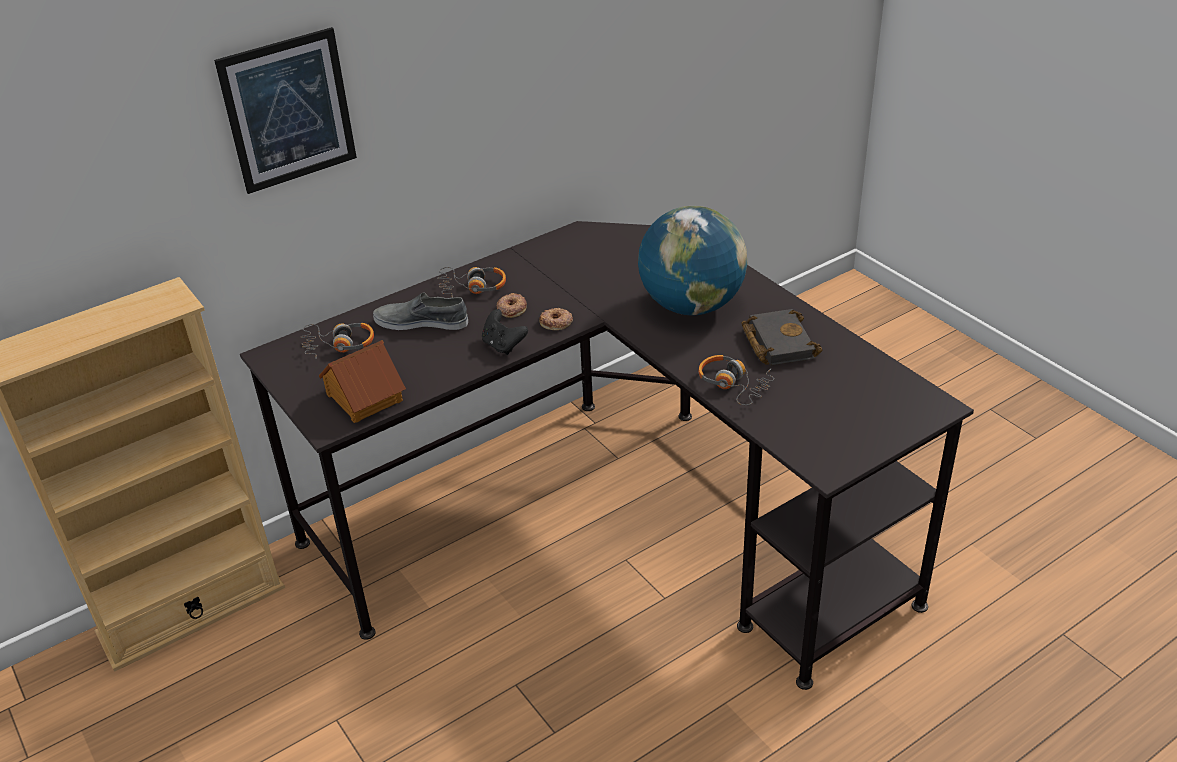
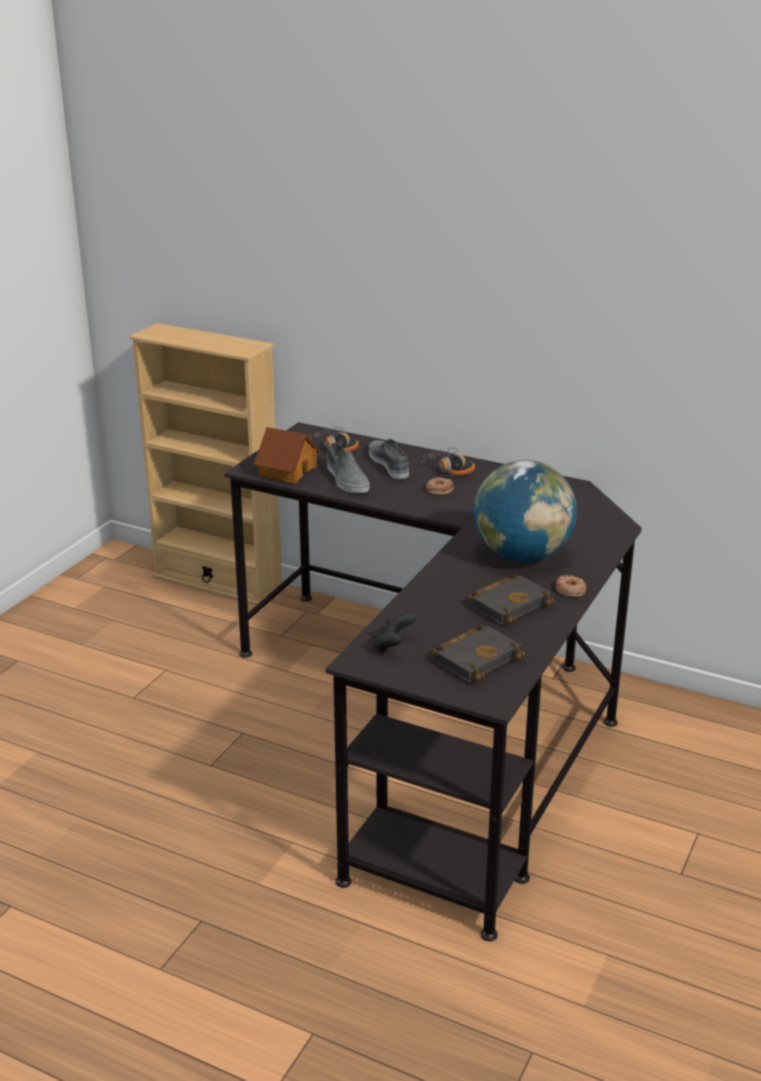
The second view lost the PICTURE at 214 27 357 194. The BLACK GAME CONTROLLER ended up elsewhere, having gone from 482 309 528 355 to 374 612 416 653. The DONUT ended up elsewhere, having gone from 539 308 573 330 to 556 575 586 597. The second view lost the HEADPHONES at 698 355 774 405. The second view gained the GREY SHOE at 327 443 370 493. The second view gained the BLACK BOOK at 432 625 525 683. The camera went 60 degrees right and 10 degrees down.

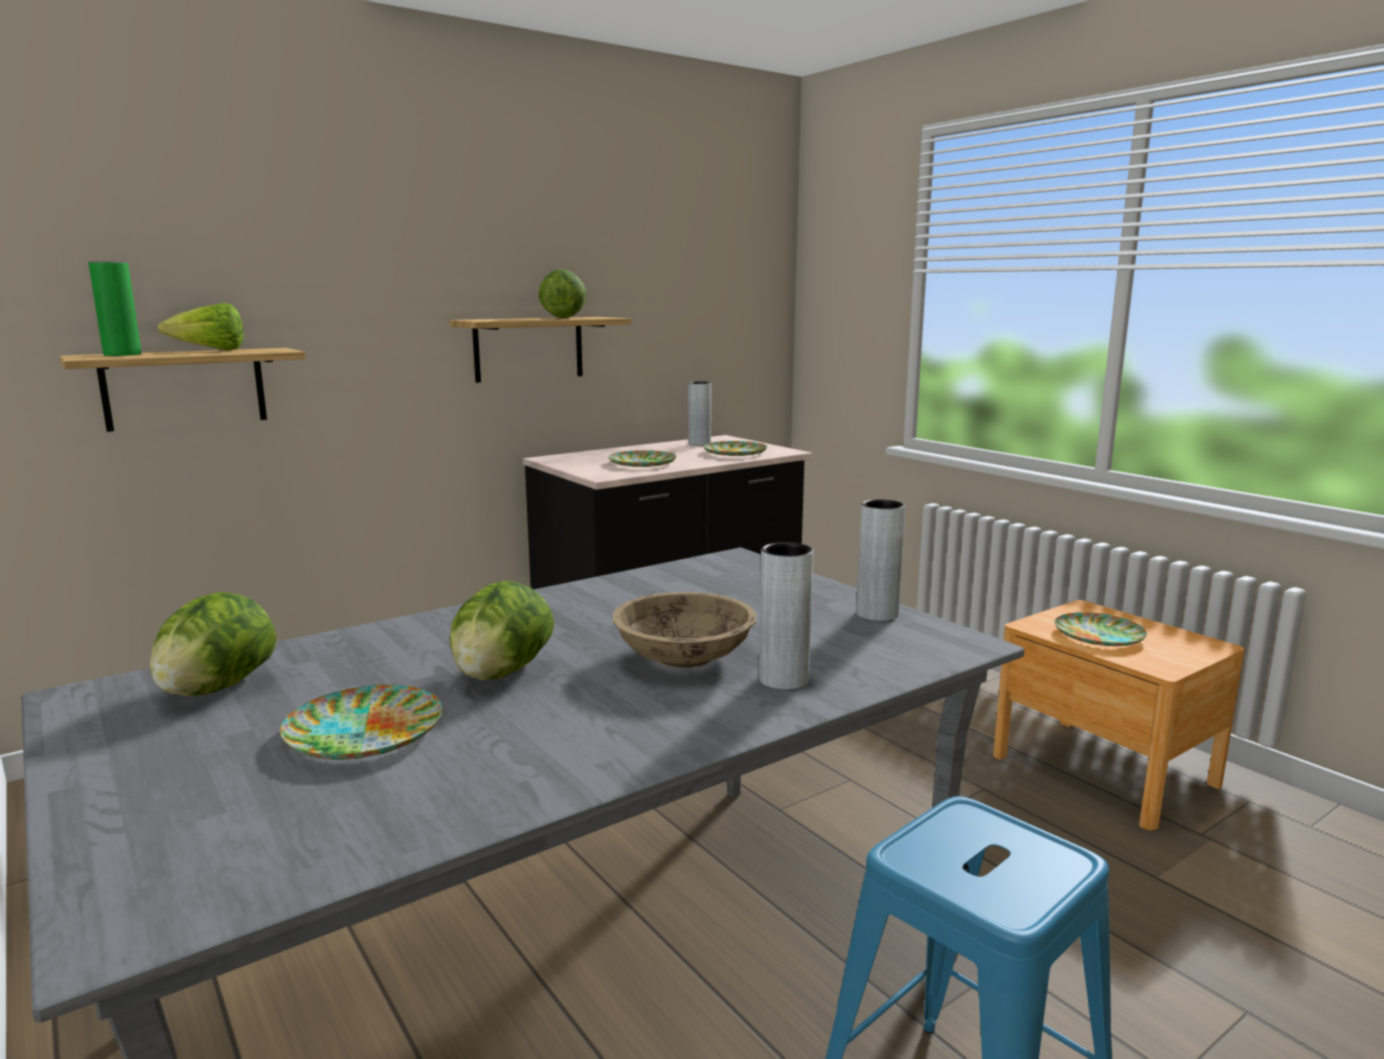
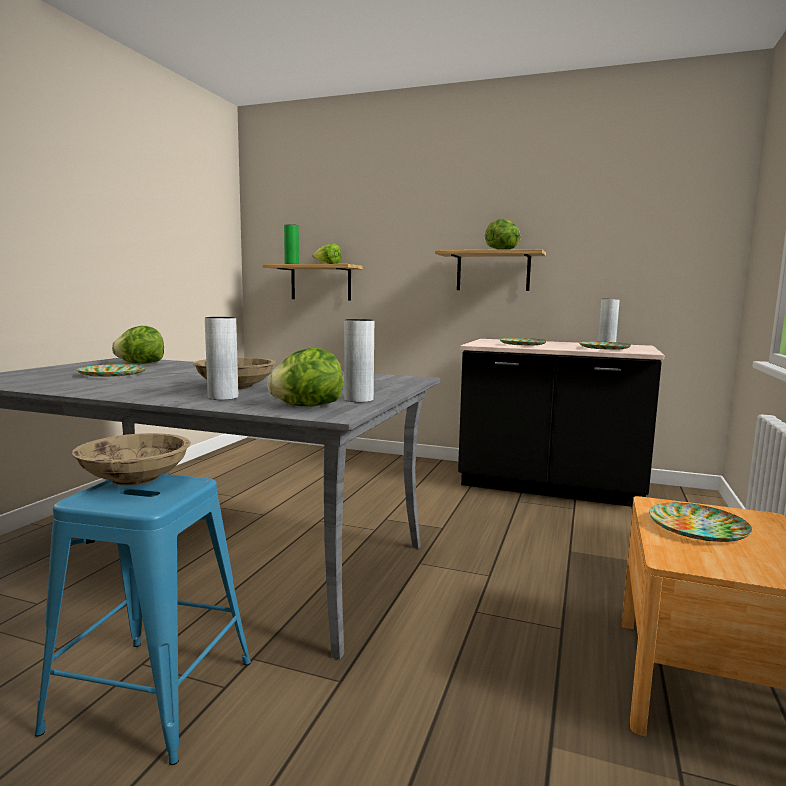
The LETTUCE ended up elsewhere, having gone from 449 581 554 680 to 267 348 343 407. The second view gained the BEIGE BOWL at 72 433 190 486. The camera went 55 degrees right and 5 degrees down.

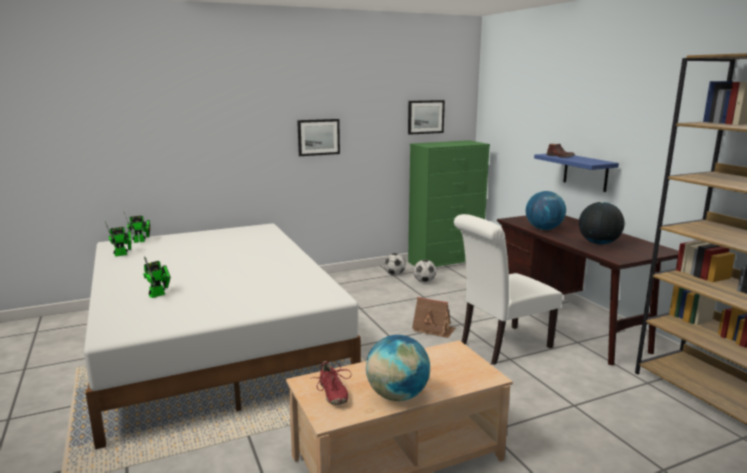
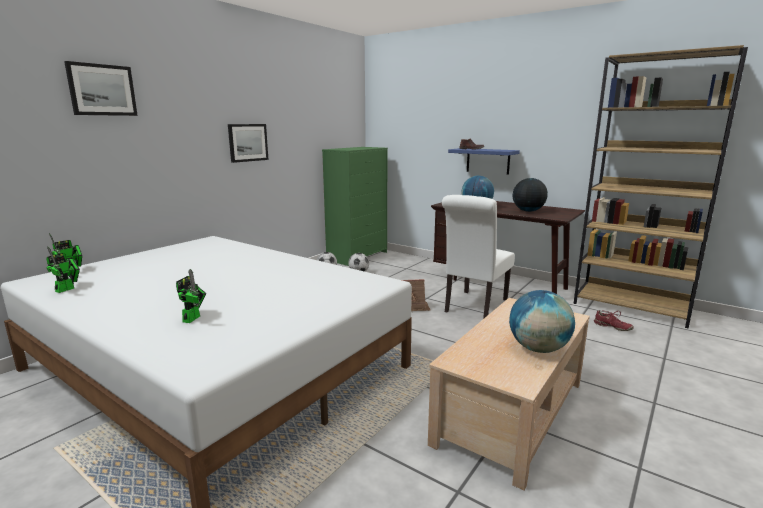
The RED SHOE ended up elsewhere, having gone from 310 361 351 405 to 594 310 634 331. The PICTURE ended up elsewhere, having gone from 408 100 445 135 to 64 61 138 116. The camera went 30 degrees left and 0 degrees up.

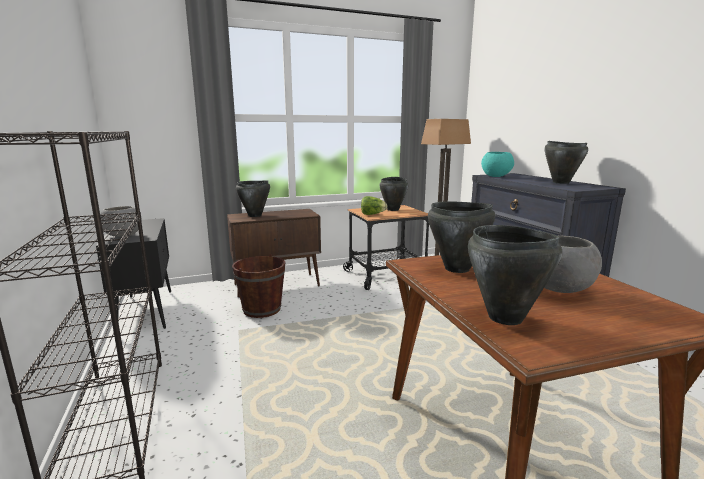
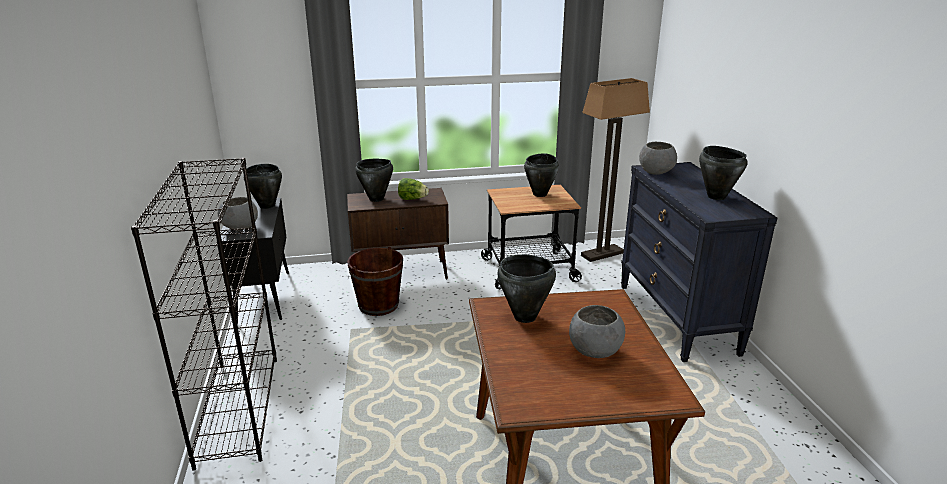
The LETTUCE ended up elsewhere, having gone from 361 196 387 215 to 398 178 429 200. The BLACK COOKING POT ended up elsewhere, having gone from 468 225 562 325 to 244 164 282 209. What was the TURQUOISE BOWL at 481 152 514 177 turned into the GREY BOWL at 639 142 677 175. The camera went 10 degrees right and 10 degrees up.

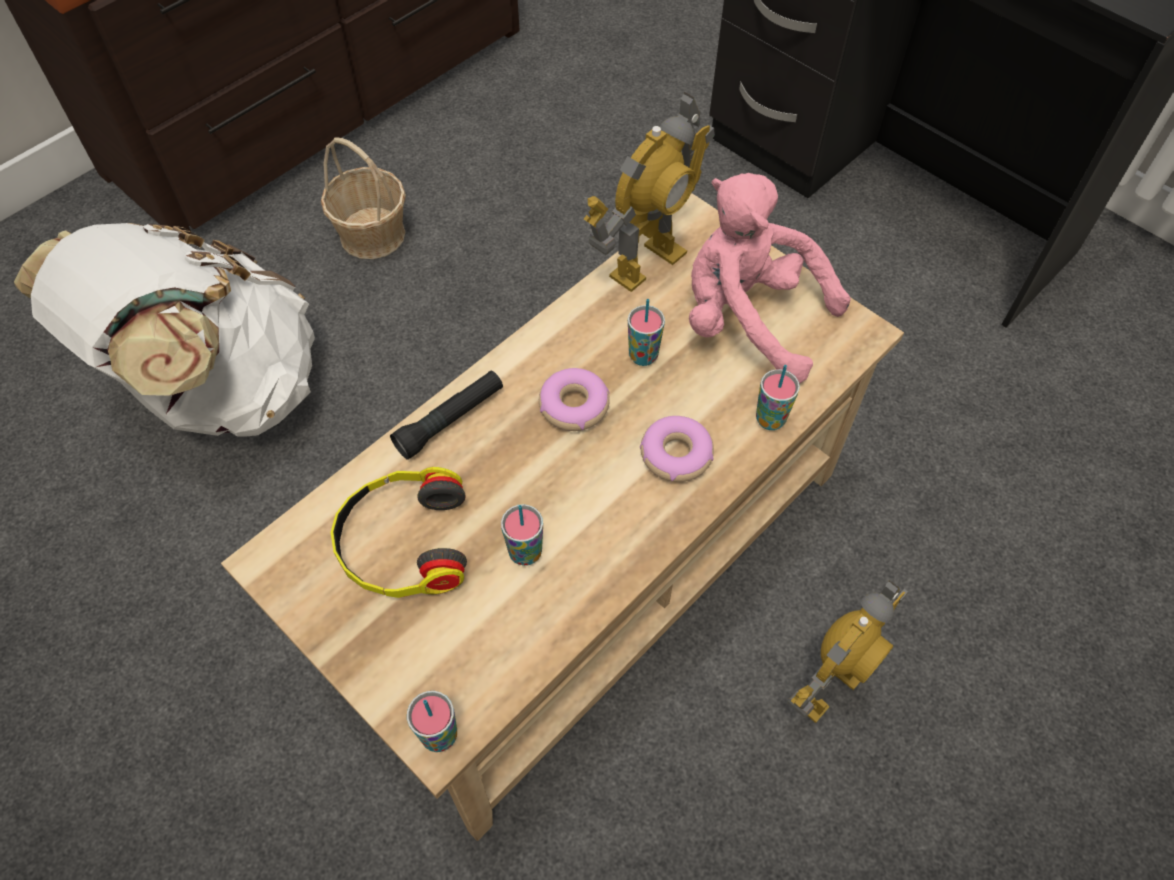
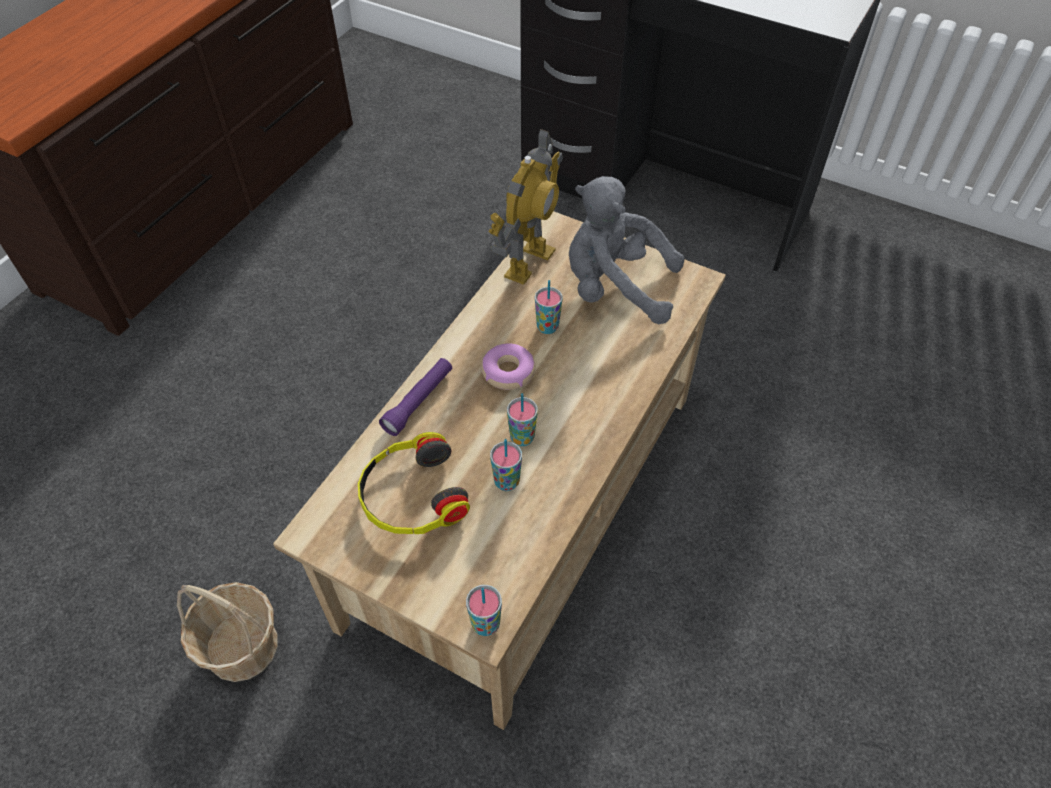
The second view lost the WHITE BACKPACK at 14 223 315 437. The BASKET ended up elsewhere, having gone from 321 137 406 259 to 177 582 278 682. What was the BLACK FLASHLIGHT at 390 370 503 460 turned into the PURPLE FLASHLIGHT at 379 358 452 436. The second view lost the DONUT at 640 416 714 482. What was the PINK PLUSH TOY at 689 173 851 384 turned into the GREY PLUSH TOY at 569 176 684 324. The CUP ended up elsewhere, having gone from 756 365 800 430 to 507 393 538 446. The second view lost the TOY ROBOT at 787 581 908 723. The camera went 15 degrees left and 5 degrees down.

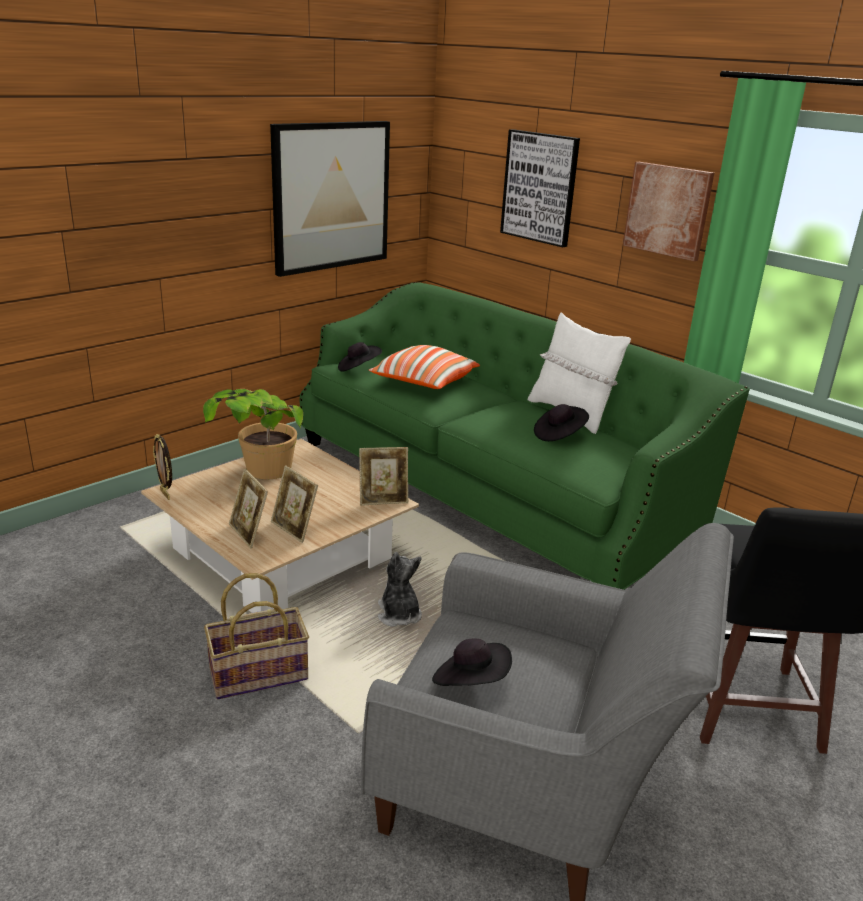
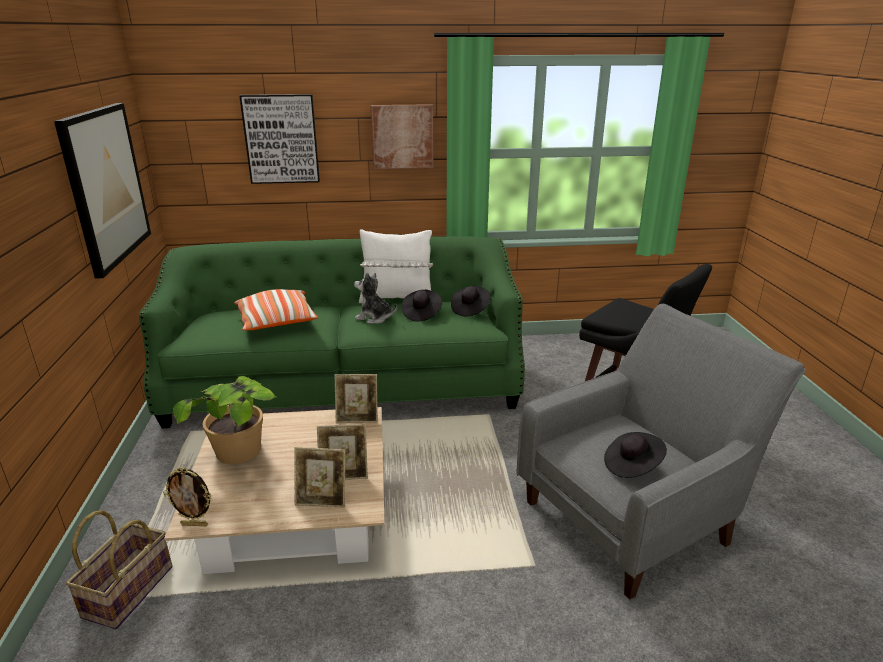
The BASKET ended up elsewhere, having gone from 204 573 309 699 to 66 510 173 629. The BLACK HAT ended up elsewhere, having gone from 338 342 382 371 to 451 286 491 316. The PICTURE FRAME at 359 447 408 506 ended up facing another way, 60 degrees clockwise from before. The PLUSH TOY ended up elsewhere, having gone from 378 552 422 627 to 354 273 397 324. The camera went 50 degrees left and 0 degrees up.

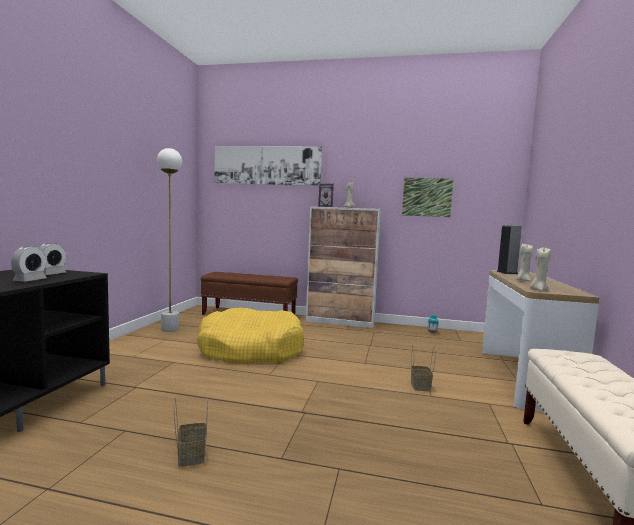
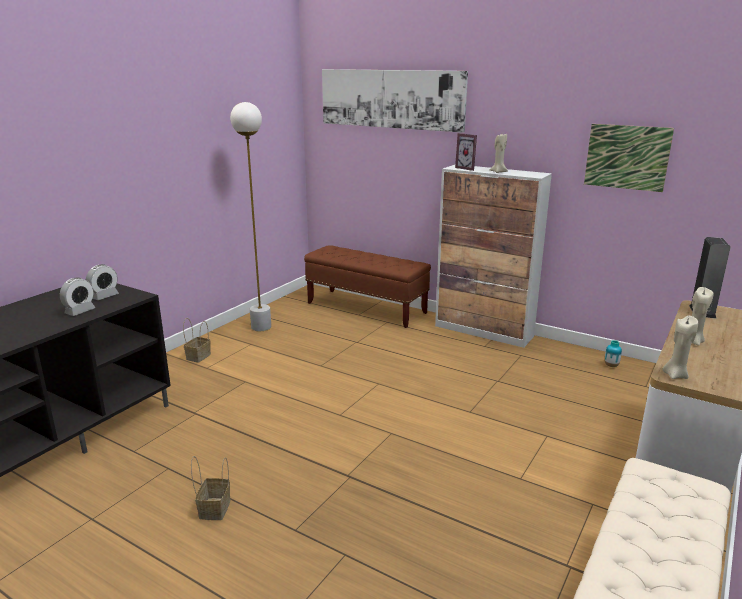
The second view lost the YELLOW DOG BED at 197 307 304 363. The BASKET ended up elsewhere, having gone from 411 345 436 391 to 183 318 211 362. The camera went 20 degrees right and 15 degrees up.

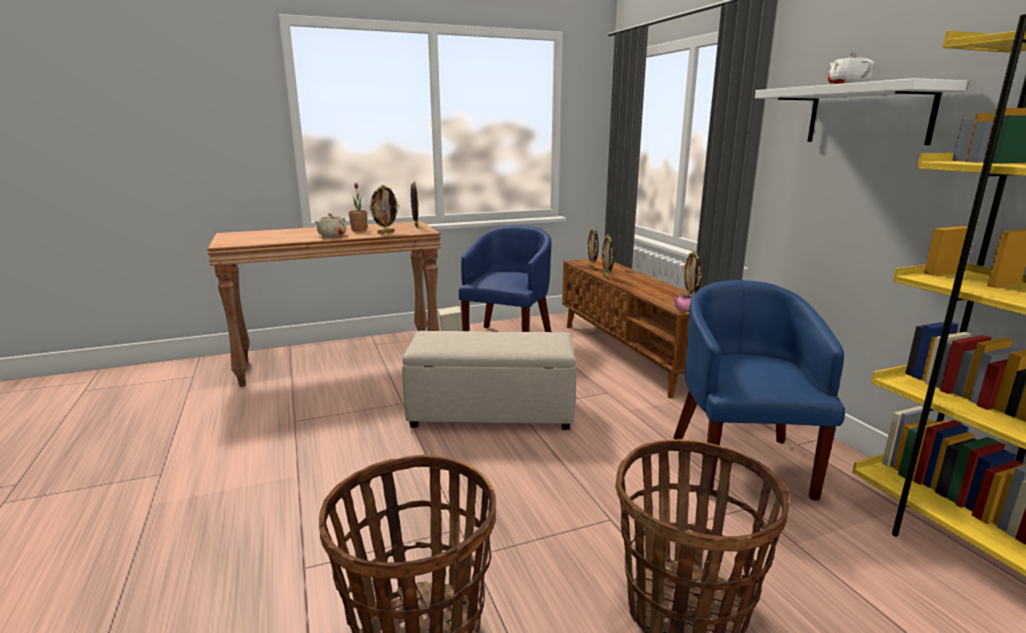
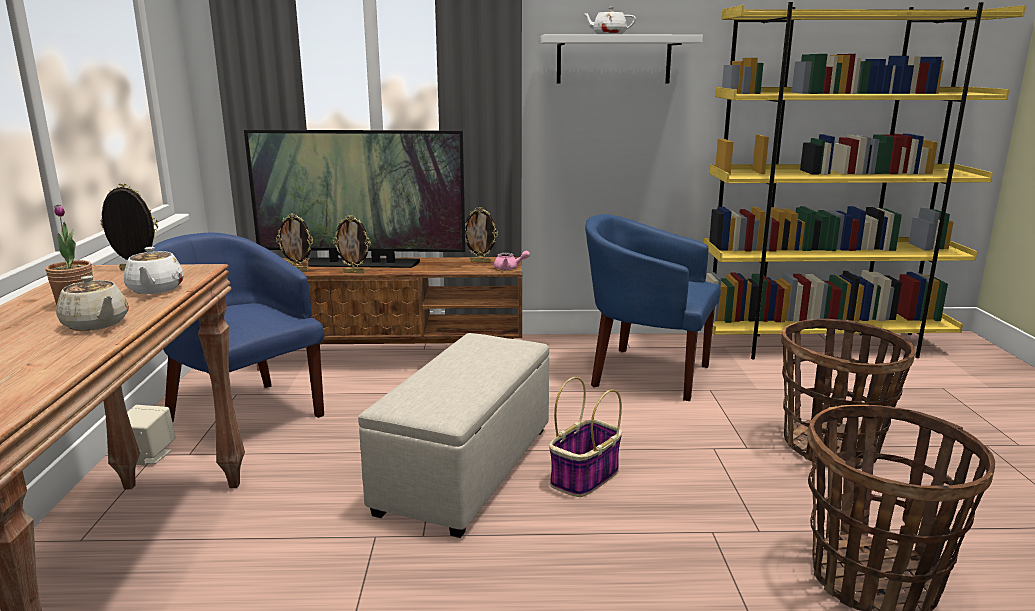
Where the PICTURE FRAME stood at 370 185 399 234, the WHITE TEAPOT came to stand at 124 247 184 294. The second view gained the TELEVISION at 244 130 466 268. The second view gained the BASKET at 549 377 622 497. The camera went 70 degrees left and 0 degrees up.

